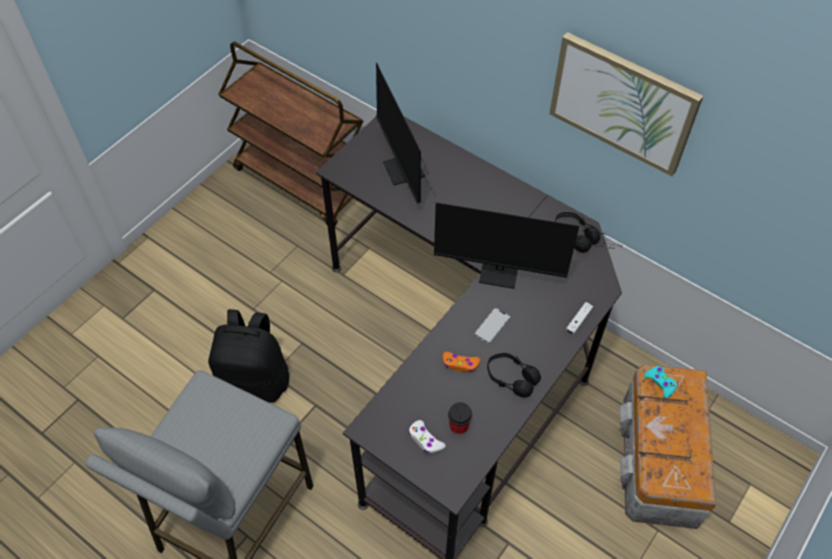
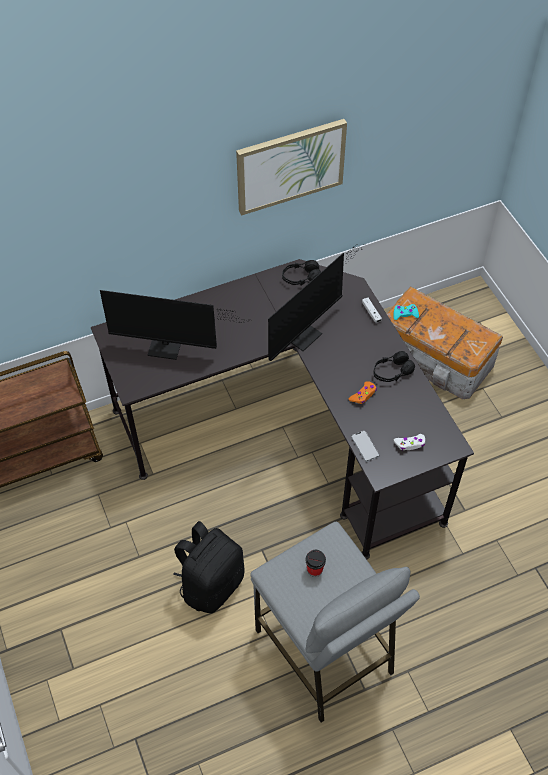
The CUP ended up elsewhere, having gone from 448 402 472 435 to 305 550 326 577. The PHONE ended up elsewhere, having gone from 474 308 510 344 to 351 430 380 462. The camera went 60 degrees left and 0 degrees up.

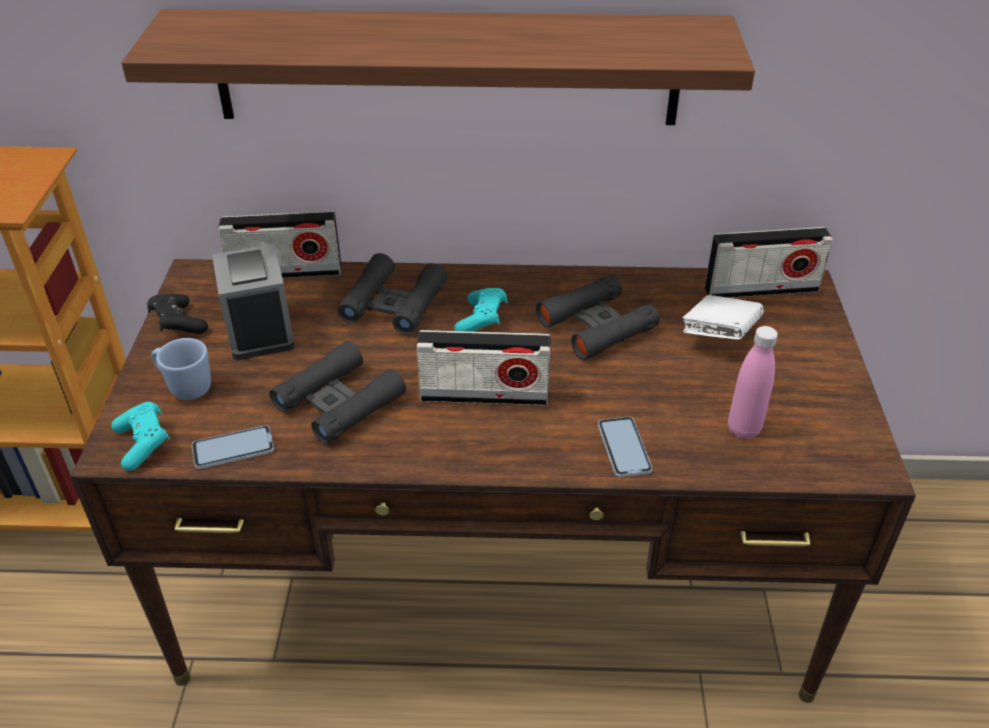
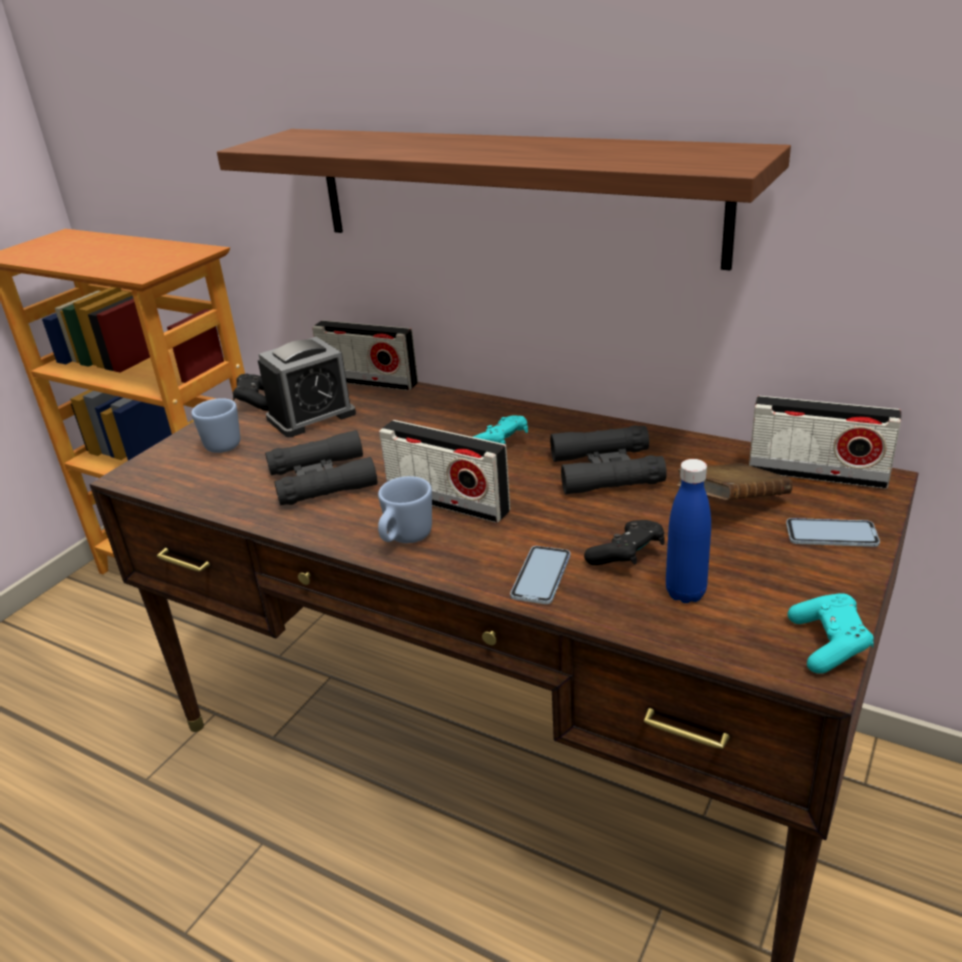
The TURQUOISE GAME CONTROLLER ended up elsewhere, having gone from 111 402 170 471 to 788 593 874 674. The PHONE ended up elsewhere, having gone from 192 425 274 469 to 786 518 880 547. The ALARM CLOCK at 212 244 295 360 ended up facing another way, 135 degrees counterclockwise from before. The second view lost the BLACK BINOCULARS at 338 253 447 335. What was the WHITE BOOK at 682 295 764 340 turned into the BROWN BOOK at 677 463 793 500. What was the PINK BOTTLE at 728 326 778 439 turned into the BLUE BOTTLE at 666 459 711 603. The second view gained the BLUE MUG at 378 476 432 543. The second view gained the BLACK GAME CONTROLLER at 584 520 665 565. The camera went 30 degrees right and 10 degrees down.

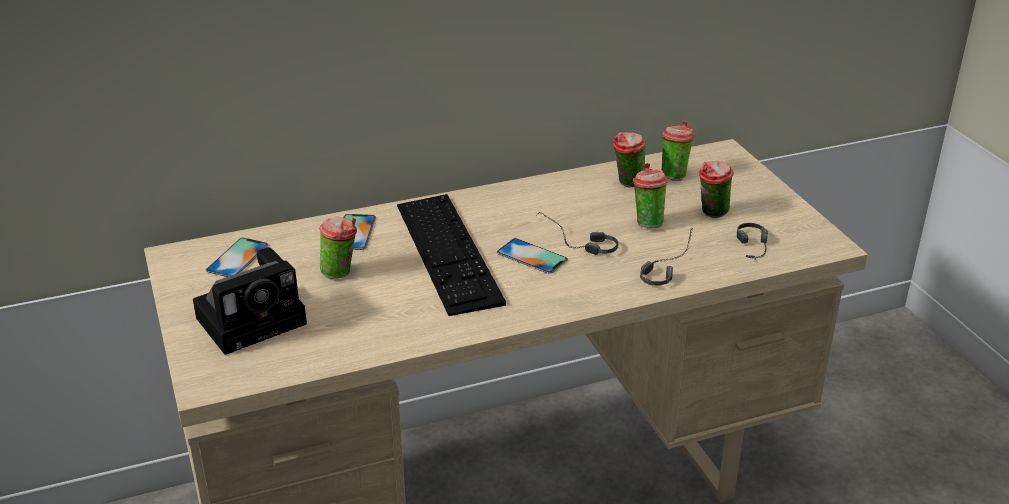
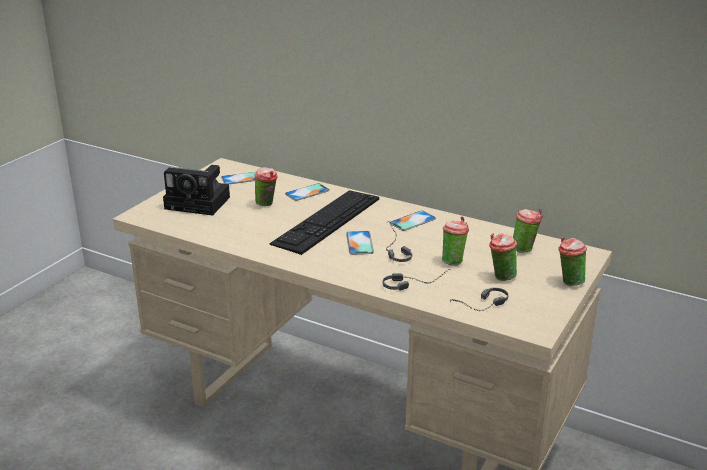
The CUP ended up elsewhere, having gone from 612 132 646 187 to 558 236 587 286. The second view gained the PHONE at 390 211 436 231. The camera went 50 degrees right and 5 degrees down.

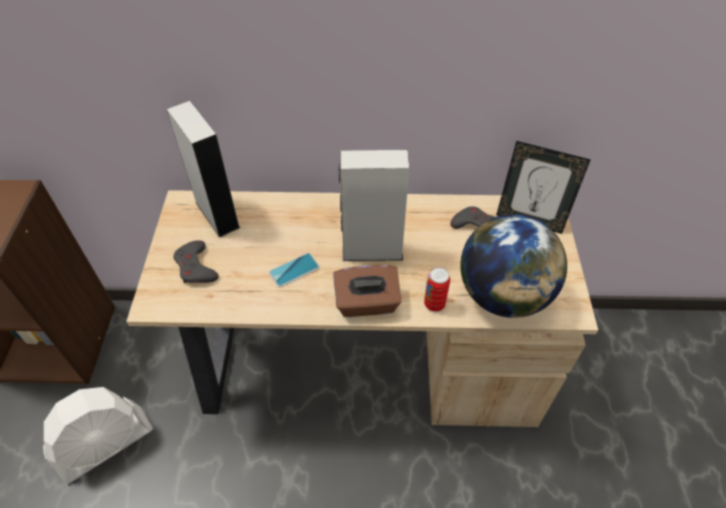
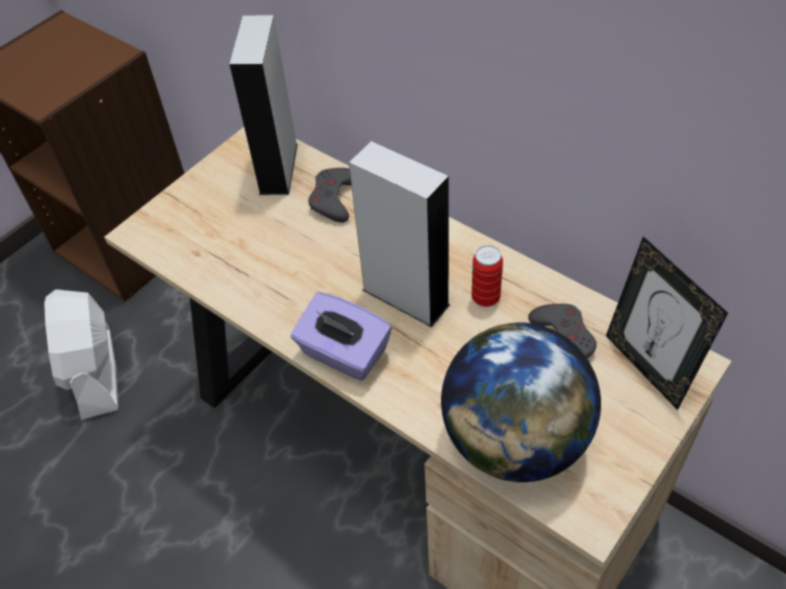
The WHITE FAN at 43 387 153 484 ended up facing another way, 75 degrees clockwise from before. The GREY GAME CONTROLLER ended up elsewhere, having gone from 173 240 219 283 to 308 168 351 223. The second view lost the PHONE at 269 253 320 287. What was the BROWN TISSUE BOX at 333 265 402 317 turned into the PURPLE TISSUE BOX at 291 292 392 381. The CAN ended up elsewhere, having gone from 424 267 450 312 to 472 245 503 307. The camera went 40 degrees right and 0 degrees up.

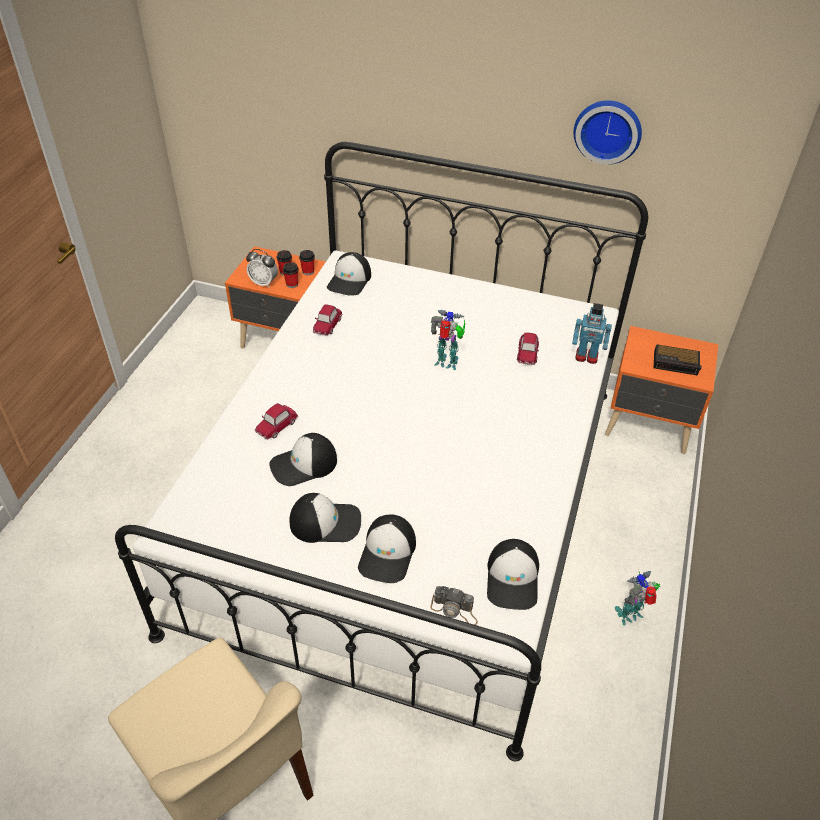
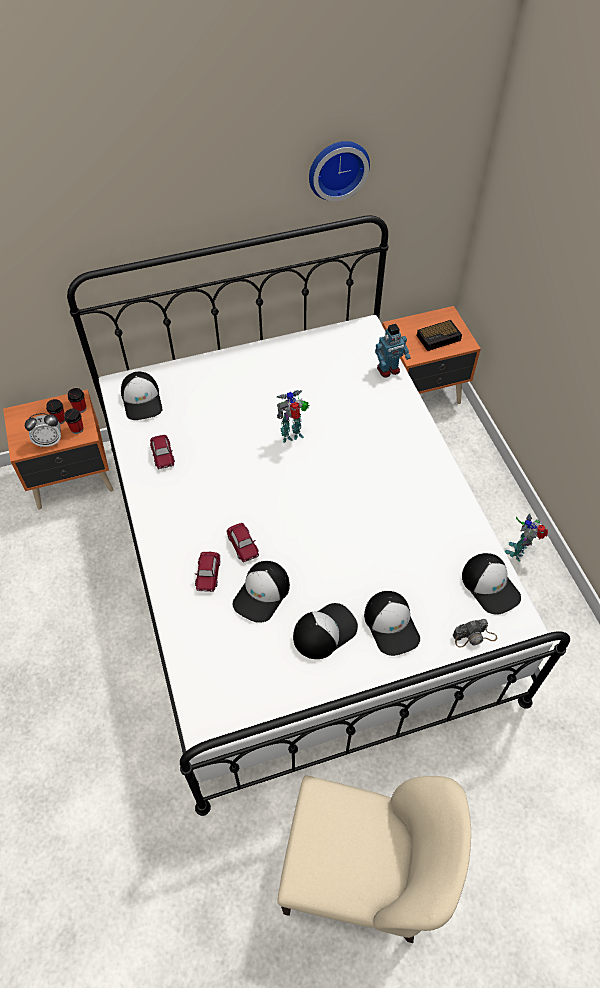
The TOY CAR ended up elsewhere, having gone from 517 333 539 365 to 226 523 259 562. The camera went 35 degrees left and 10 degrees up.

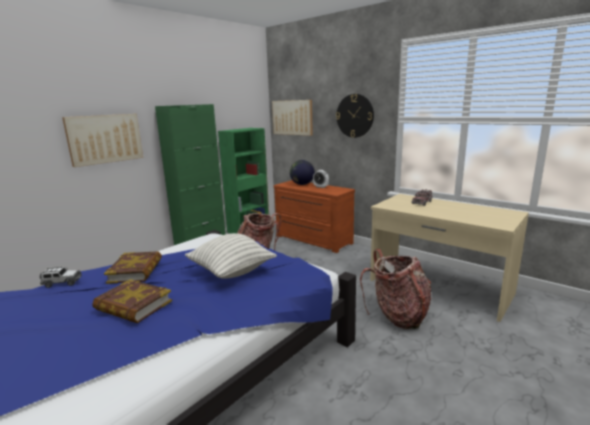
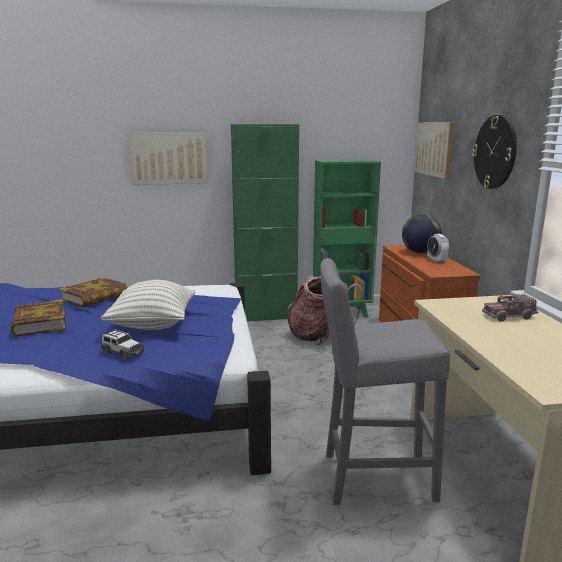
The TOY CAR ended up elsewhere, having gone from 40 267 82 288 to 101 329 145 360. Where the BACKPACK stood at 360 249 431 329, the GREY STOOL came to stand at 320 258 450 505. The camera went 40 degrees right and 0 degrees up.

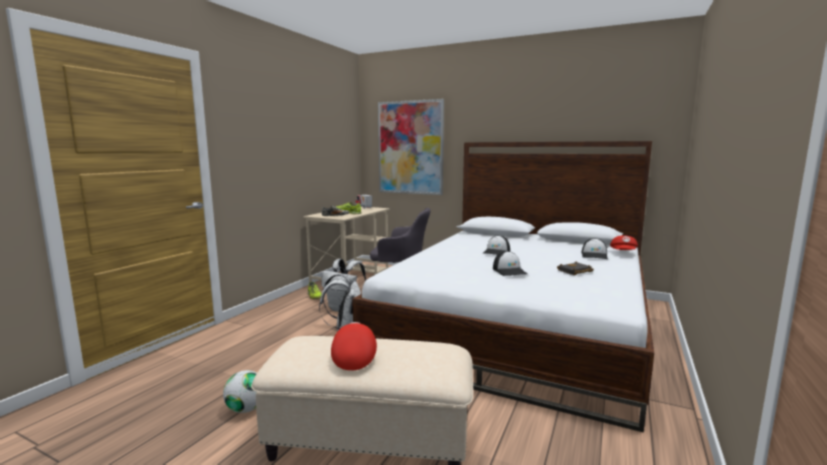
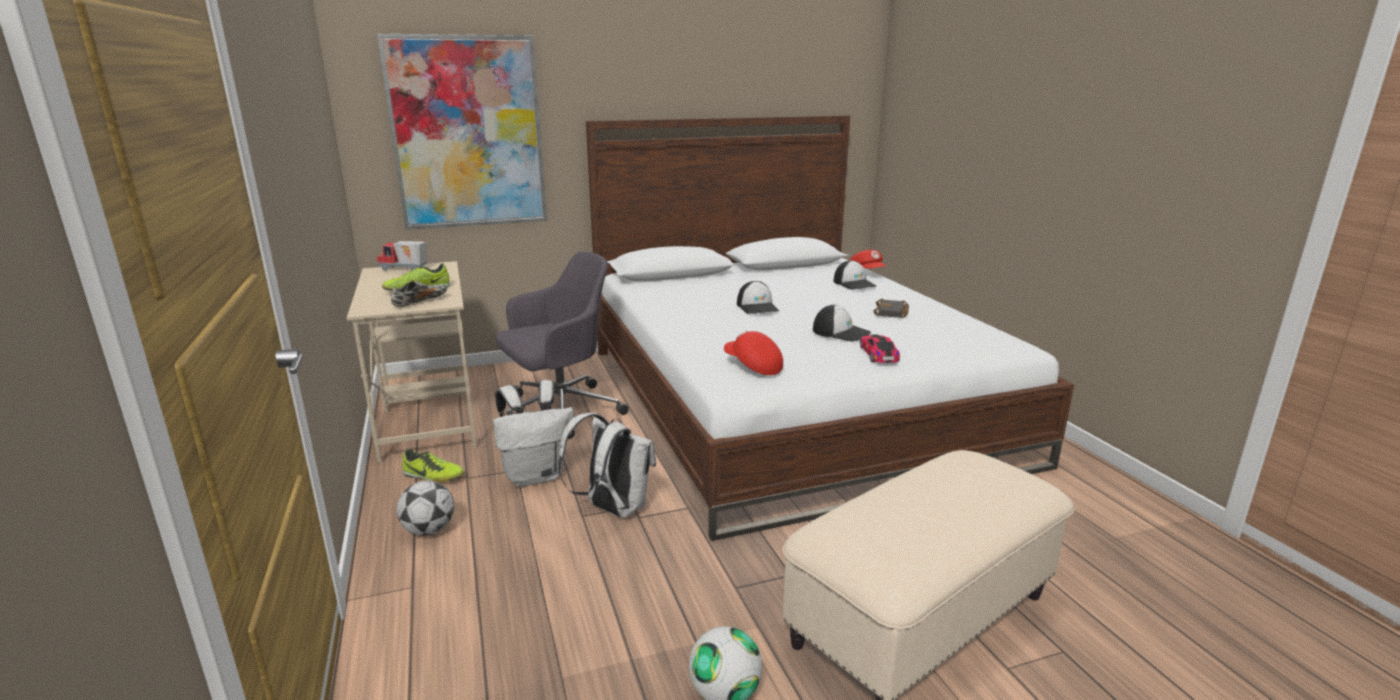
The RED CAP ended up elsewhere, having gone from 331 322 377 371 to 724 331 783 375. The second view gained the FOOTBALL at 397 481 454 536. The second view gained the TOY CAR at 860 334 900 363. The camera went 45 degrees left and 10 degrees up.

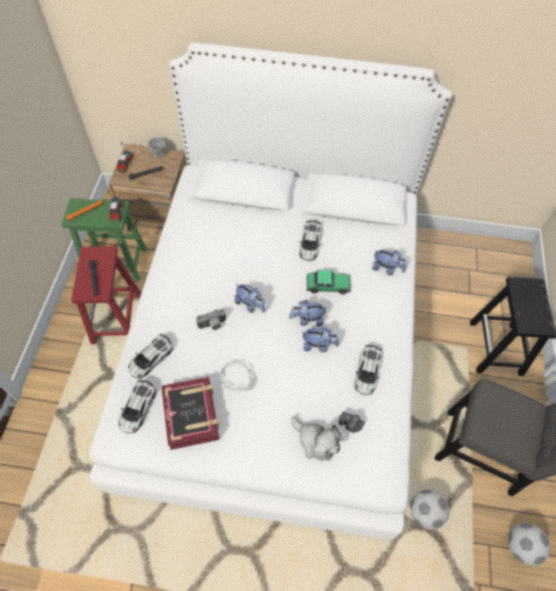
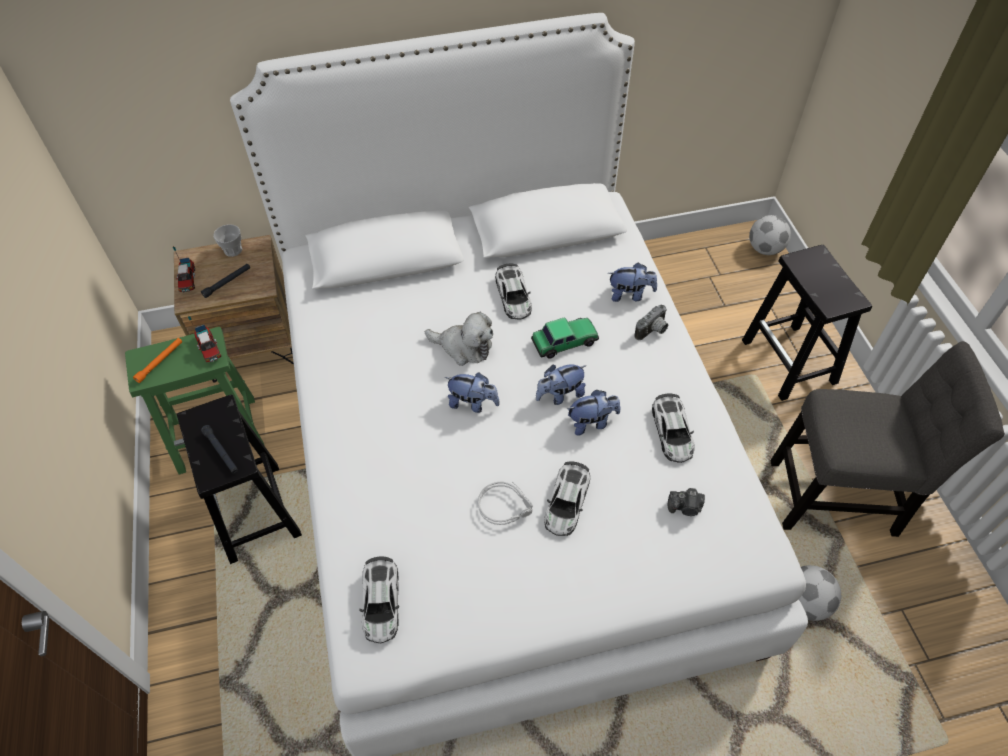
What was the RED STOOL at 71 246 141 344 turned into the BLACK STOOL at 177 395 302 564. The TOY CAR ended up elsewhere, having gone from 128 334 173 379 to 544 461 590 536. The second view lost the BOOK at 161 377 219 450. The PHOTO CAMERA ended up elsewhere, having gone from 196 309 226 330 to 635 305 668 340. The PLUSH TOY ended up elsewhere, having gone from 291 417 343 461 to 425 312 493 366. The FOOTBALL ended up elsewhere, having gone from 508 523 550 566 to 749 215 791 255. The camera went 20 degrees left and 5 degrees down.

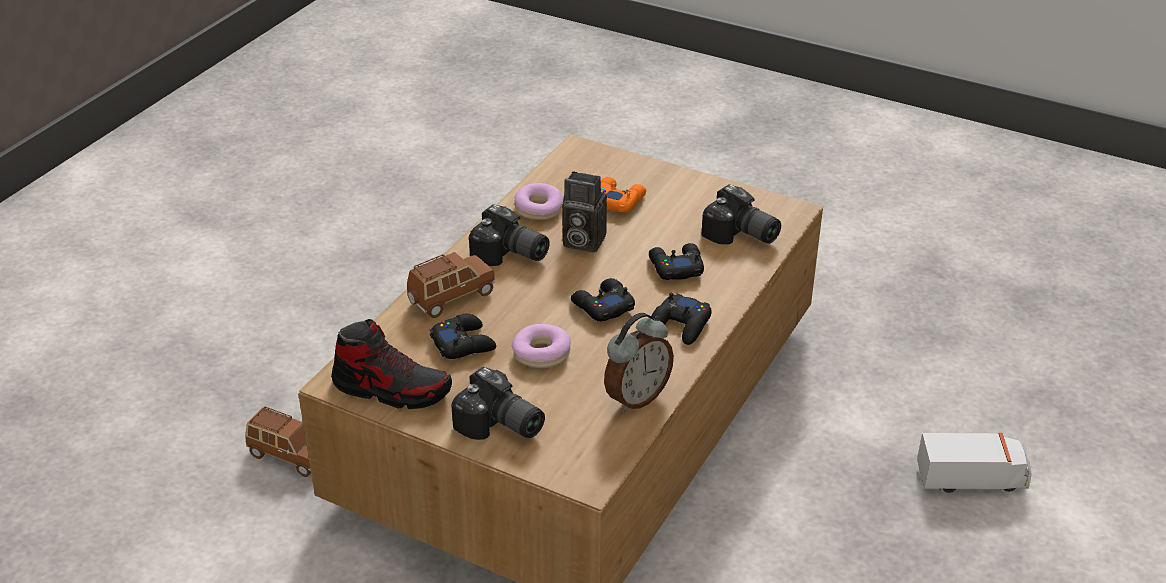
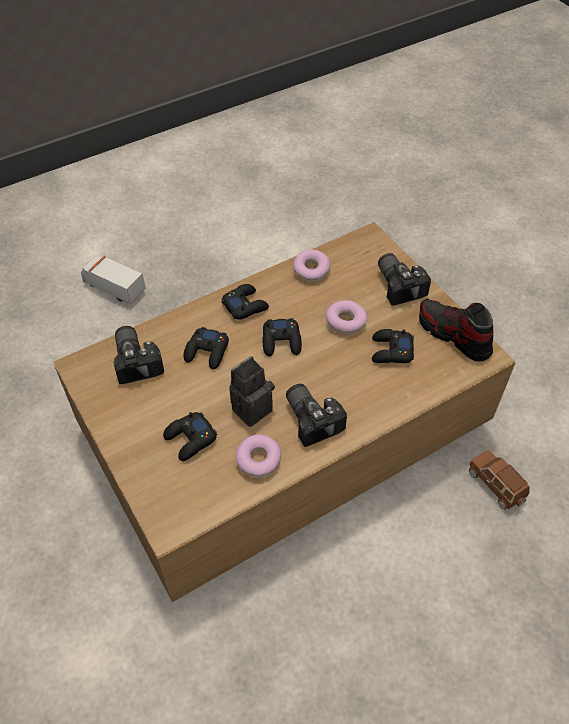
The second view lost the BROWN TOY CAR at 407 252 495 318. The PHOTO CAMERA at 562 171 607 253 ended up facing another way, 90 degrees counterclockwise from before. What was the ORANGE GAME CONTROLLER at 601 177 646 213 turned into the BLACK GAME CONTROLLER at 163 412 217 461. Where the ALARM CLOCK stood at 604 313 674 412, the DONUT came to stand at 293 249 330 282. The camera went 150 degrees left and 15 degrees up.

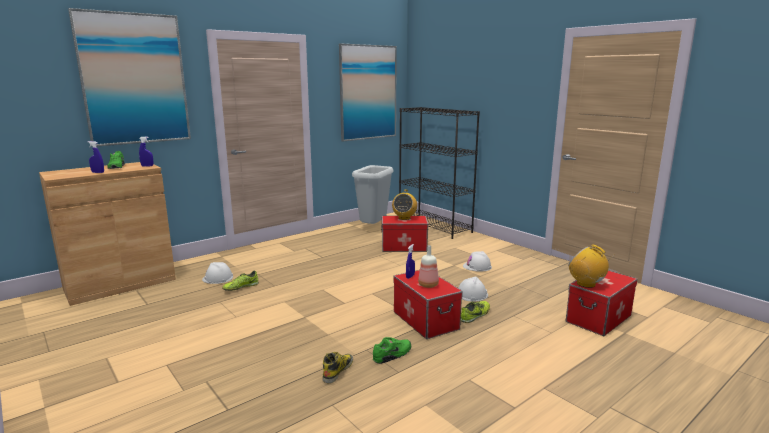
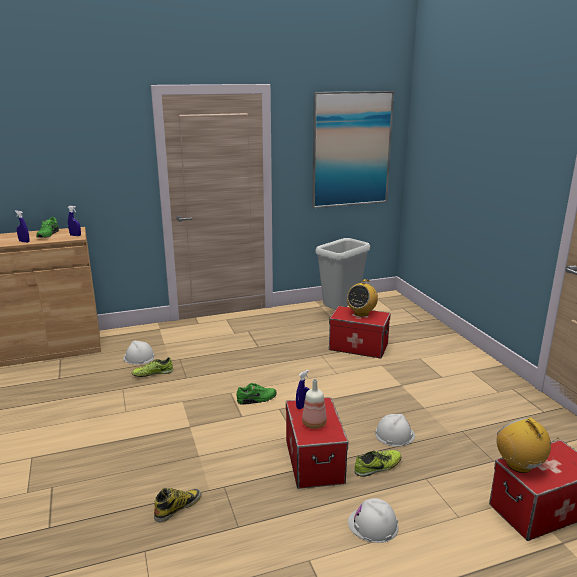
The second view lost the PICTURE at 68 8 191 147. The GREEN SHOE ended up elsewhere, having gone from 373 337 411 364 to 236 383 277 405. The second view lost the BLACK BOOKCASE at 399 107 480 239. The WHITE HARD HAT ended up elsewhere, having gone from 463 251 492 272 to 348 498 399 543. The camera went 20 degrees right and 5 degrees up.

